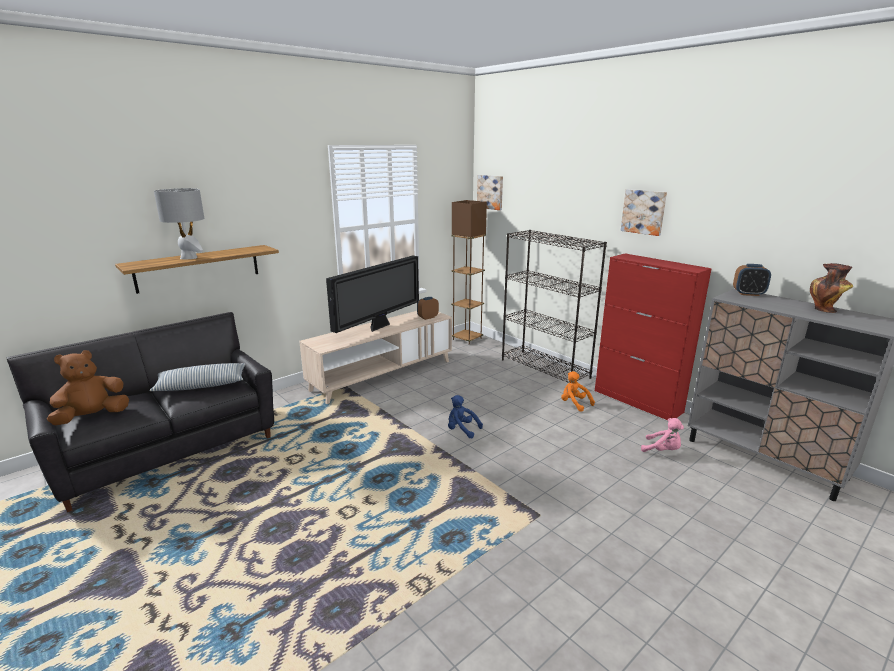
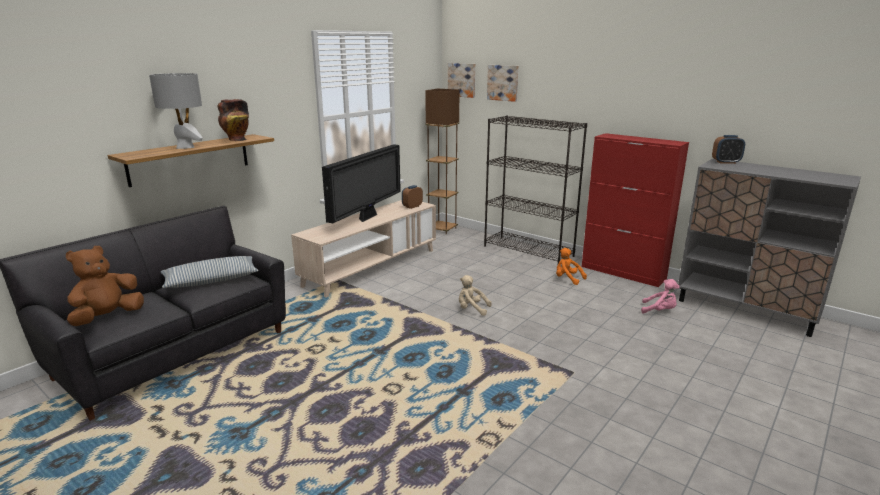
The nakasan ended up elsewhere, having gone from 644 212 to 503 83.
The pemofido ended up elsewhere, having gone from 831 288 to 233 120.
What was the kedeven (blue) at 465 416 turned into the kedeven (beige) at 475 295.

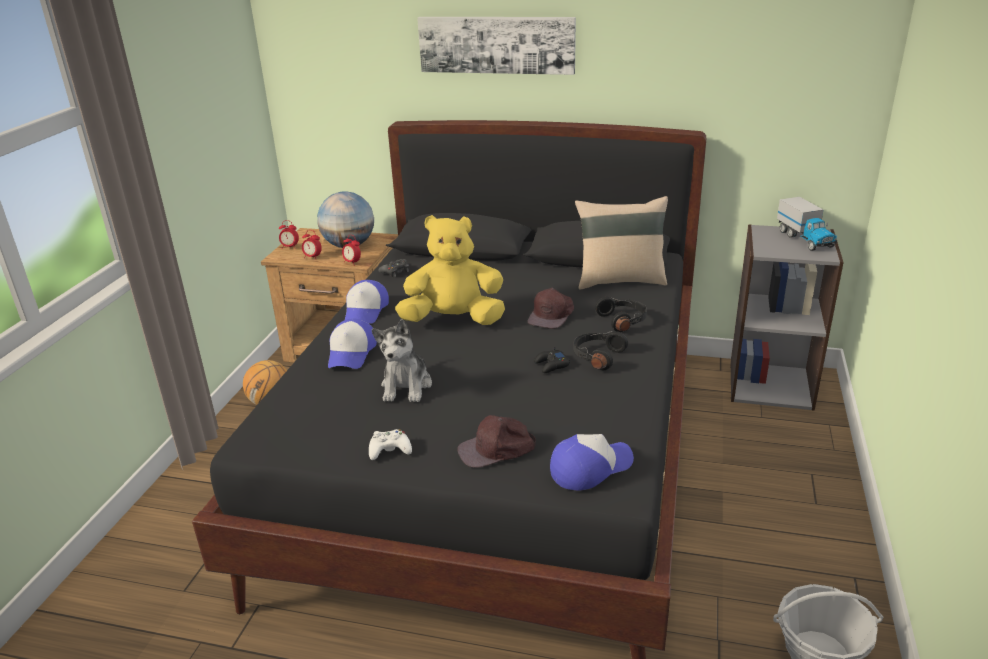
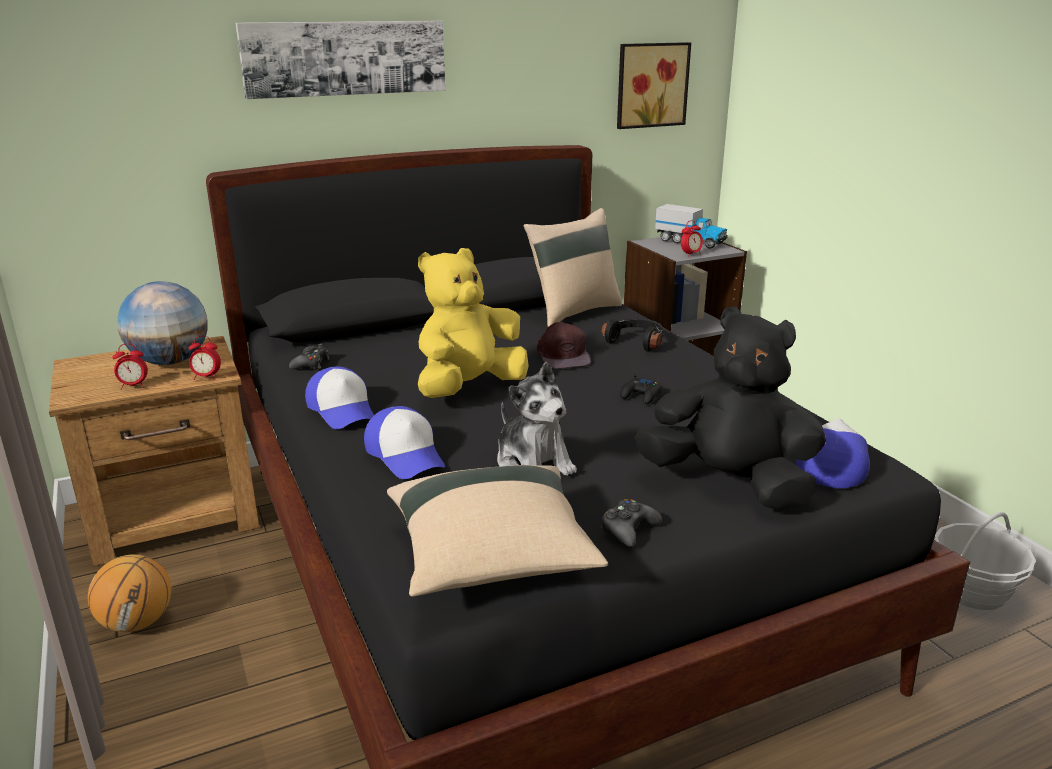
The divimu ended up elsewhere, having gone from 289 234 to 692 239.
The second view lost the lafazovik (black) at 600 350.
Where the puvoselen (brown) stood at 496 441, the kedeven (black) came to stand at 730 408.
What was the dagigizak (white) at 390 444 turned into the dagigizak (black) at 631 523.
The second view gained the nakasan at 654 85.
The second view gained the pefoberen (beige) at 497 531.

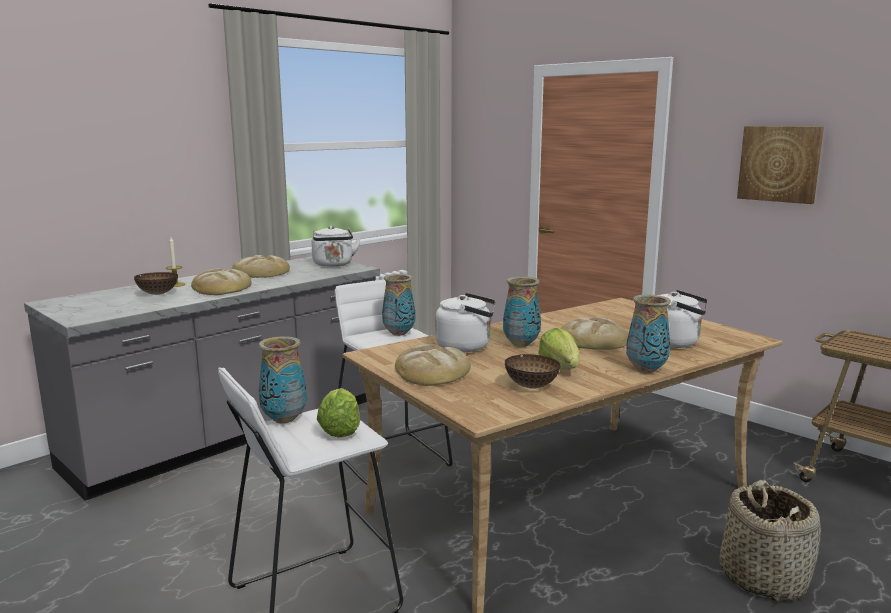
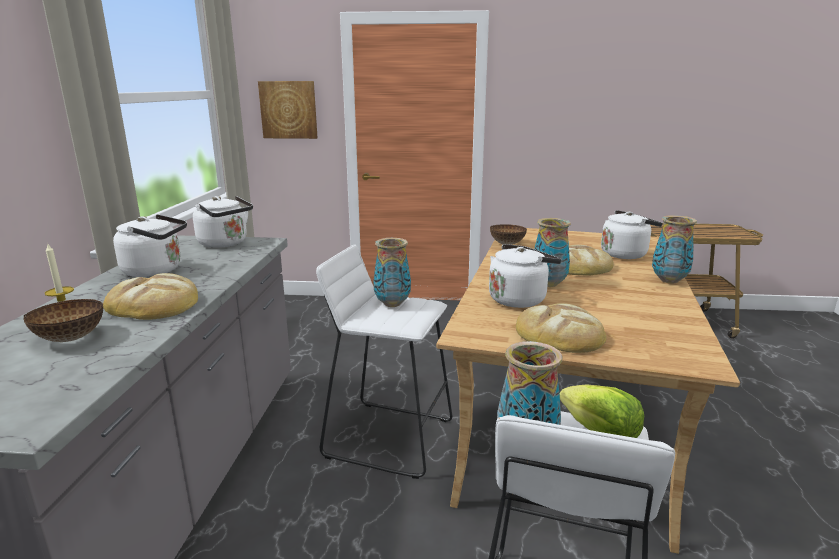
The nakasan ended up elsewhere, having gone from 780 165 to 288 110.
Where the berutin stood at 261 266, the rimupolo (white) came to stand at 150 245.
The second view lost the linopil at 559 349.
The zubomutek ended up elsewhere, having gone from 533 371 to 508 234.
The second view lost the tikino at 770 541.

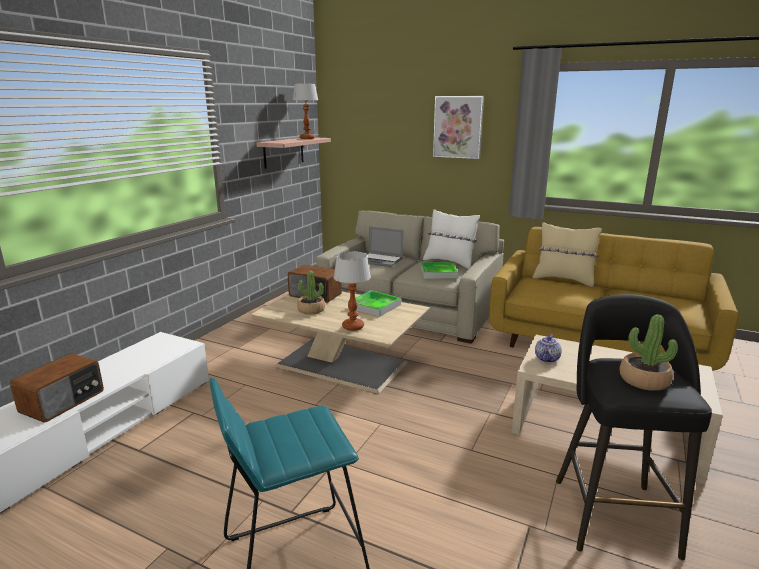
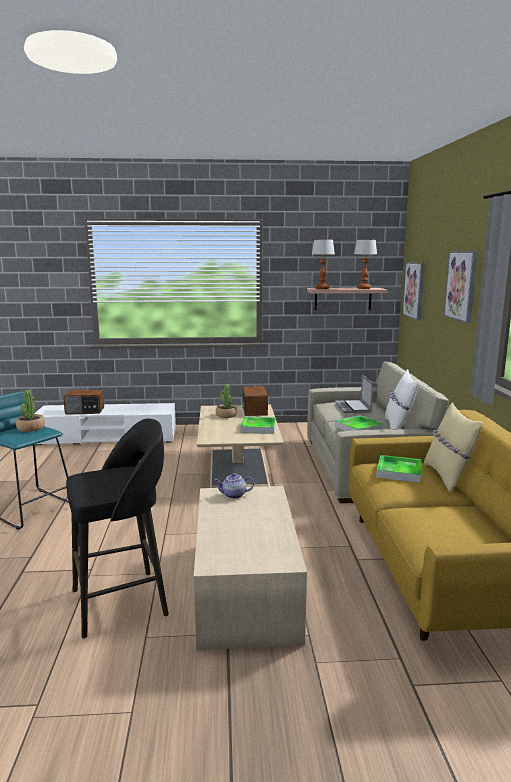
The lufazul ended up elsewhere, having gone from 352 291 to 323 264.
The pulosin ended up elsewhere, having gone from 649 352 to 30 411.
The second view gained the nakasan at 413 291.
The second view gained the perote at 399 469.

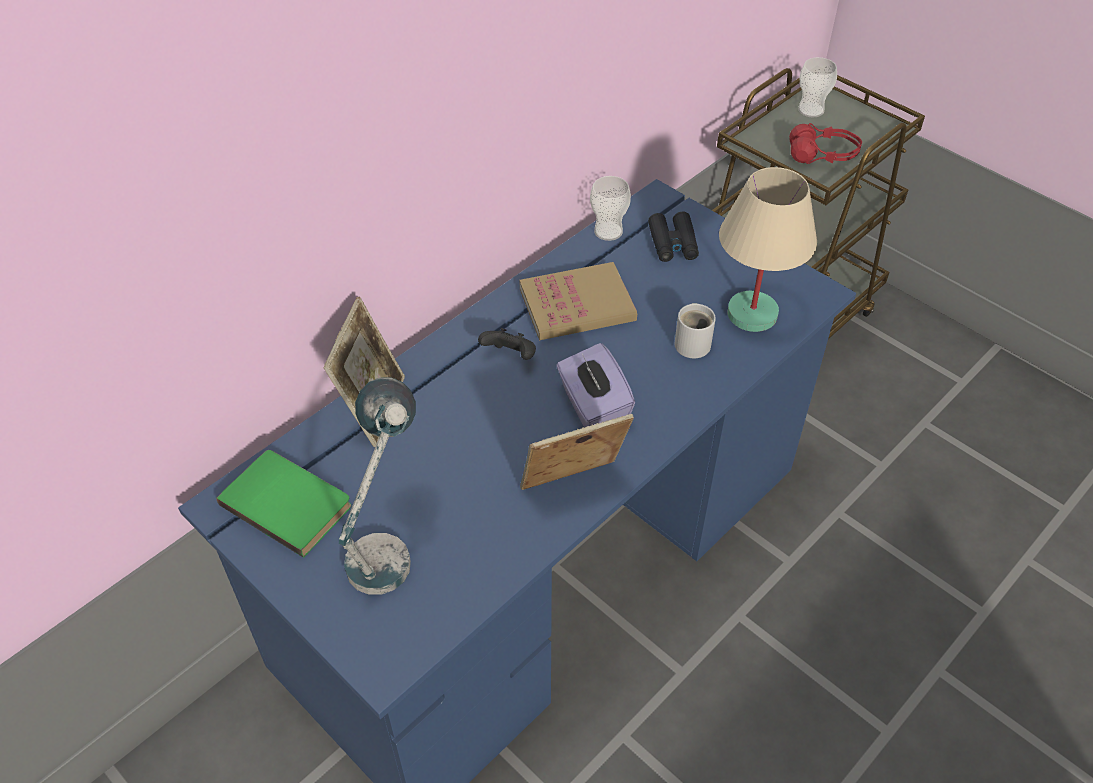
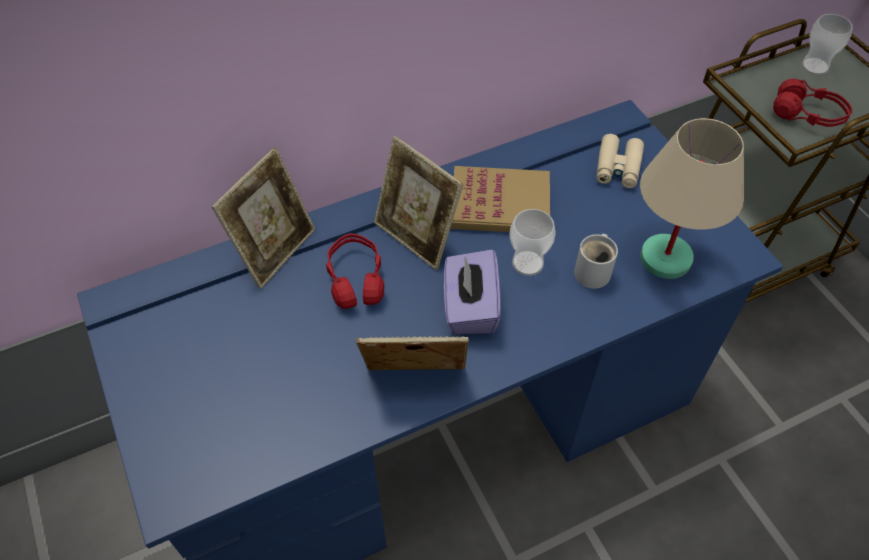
The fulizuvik ended up elsewhere, having gone from 610 208 to 533 242.
What was the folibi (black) at 673 237 turned into the folibi (beige) at 620 161.
Where the dagigizak (black) stood at 507 344, the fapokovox came to stand at 419 203.
The second view lost the lufazul at 377 486.
The second view lost the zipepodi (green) at 283 504.
The second view gained the lafazovik (red) at 355 271.

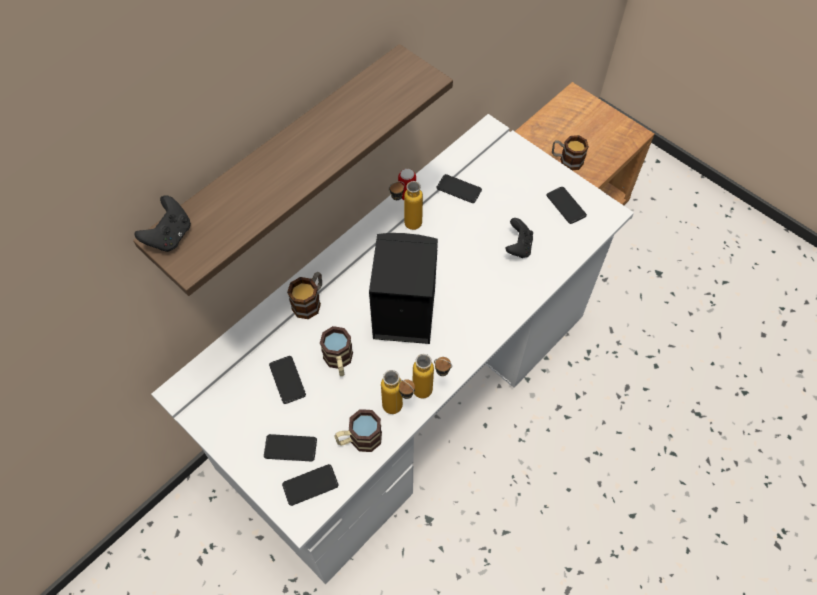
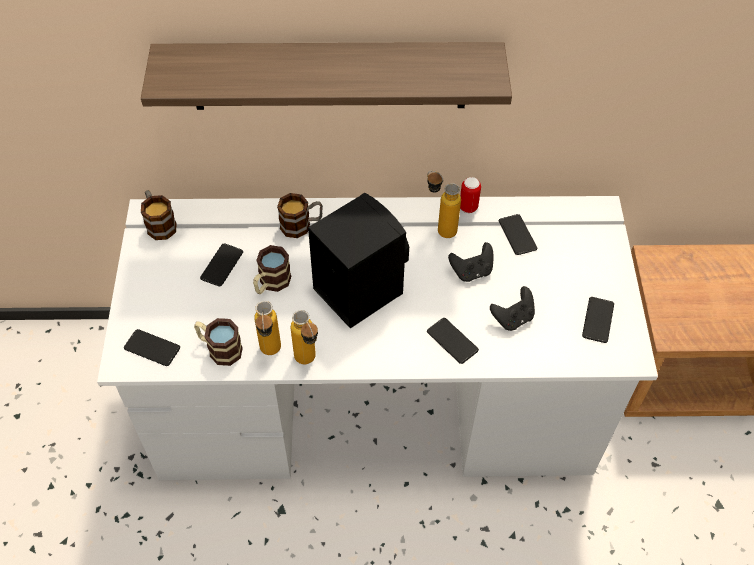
The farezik ended up elsewhere, having gone from 570 152 to 159 215.
The dagigizak (black) ended up elsewhere, having gone from 163 223 to 470 262.
The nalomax ended up elsewhere, having gone from 290 448 to 453 341.

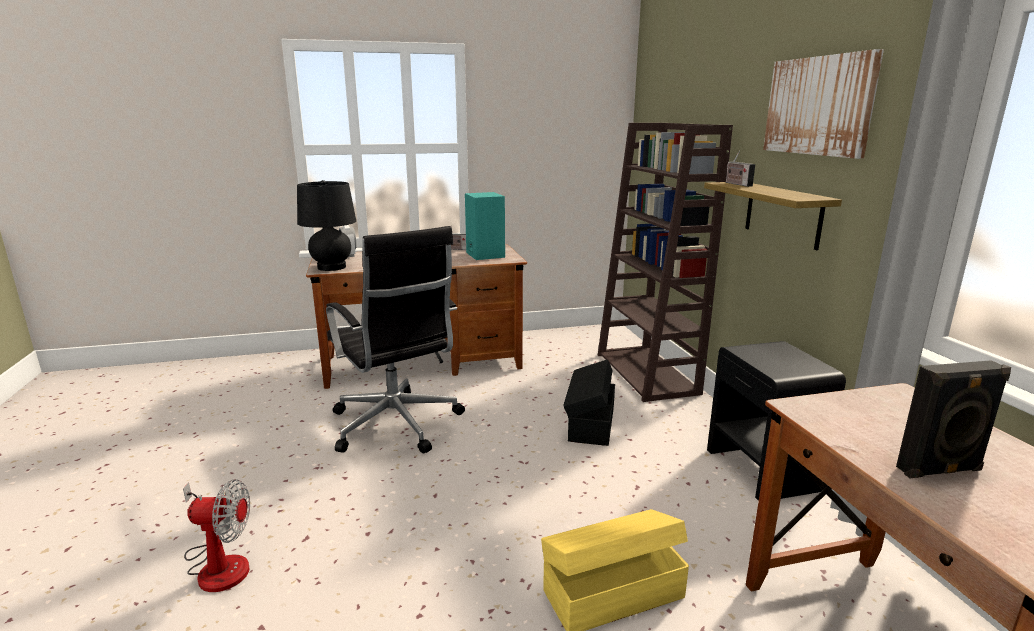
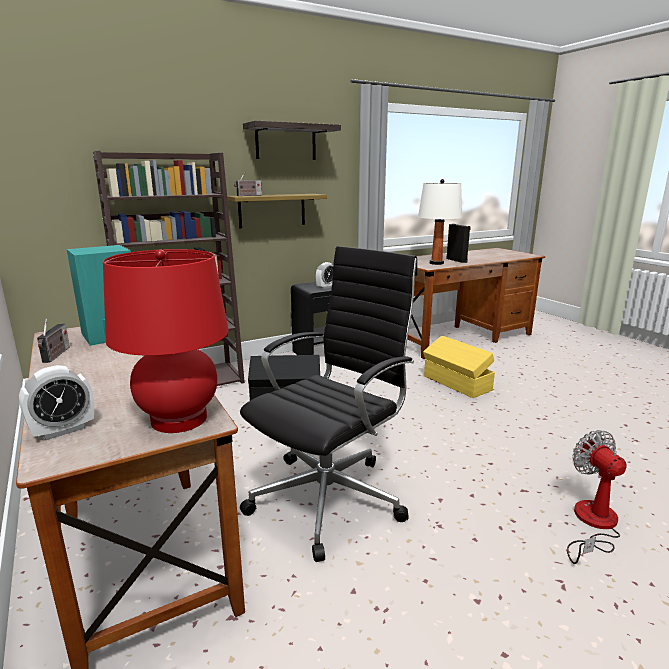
Where the nakasan hung at 823 104, the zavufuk came to hang at 292 140.
What was the lufazul (black) at 326 225 turned into the lufazul (red) at 166 341.
The second view gained the lufazul (white) at 440 222.
The second view gained the divimu at 324 275.

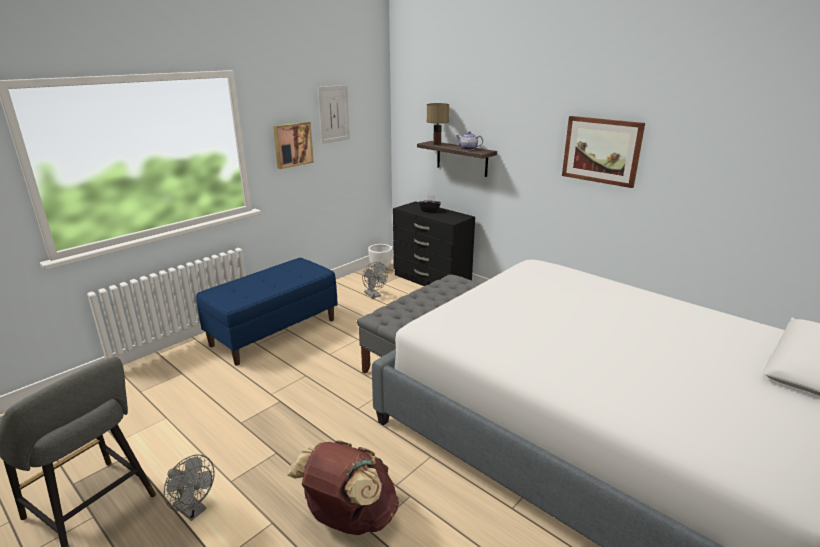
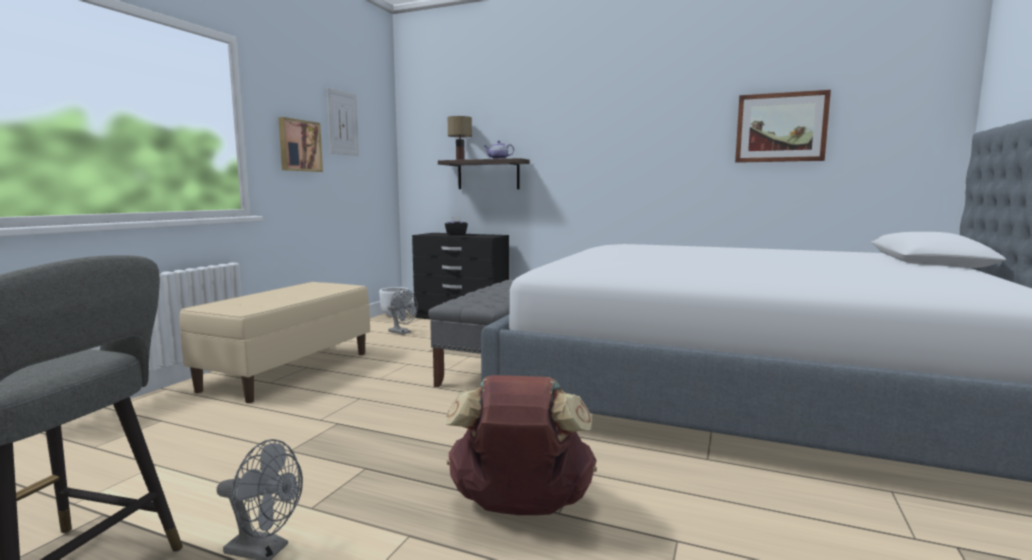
The nakasan ended up elsewhere, having gone from 603 152 to 783 126.
What was the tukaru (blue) at 267 312 turned into the tukaru (beige) at 274 342.

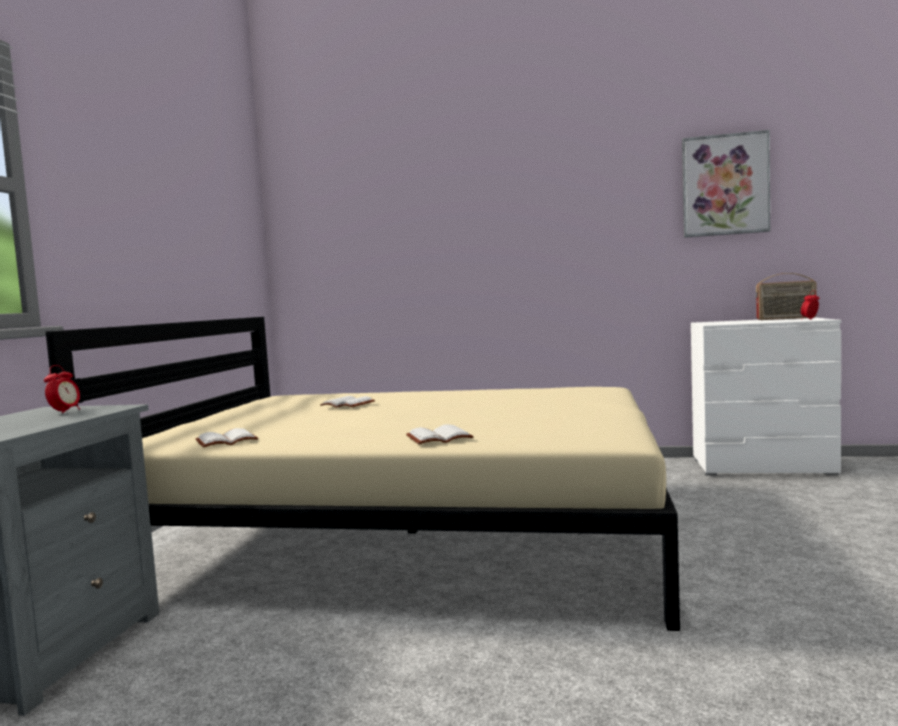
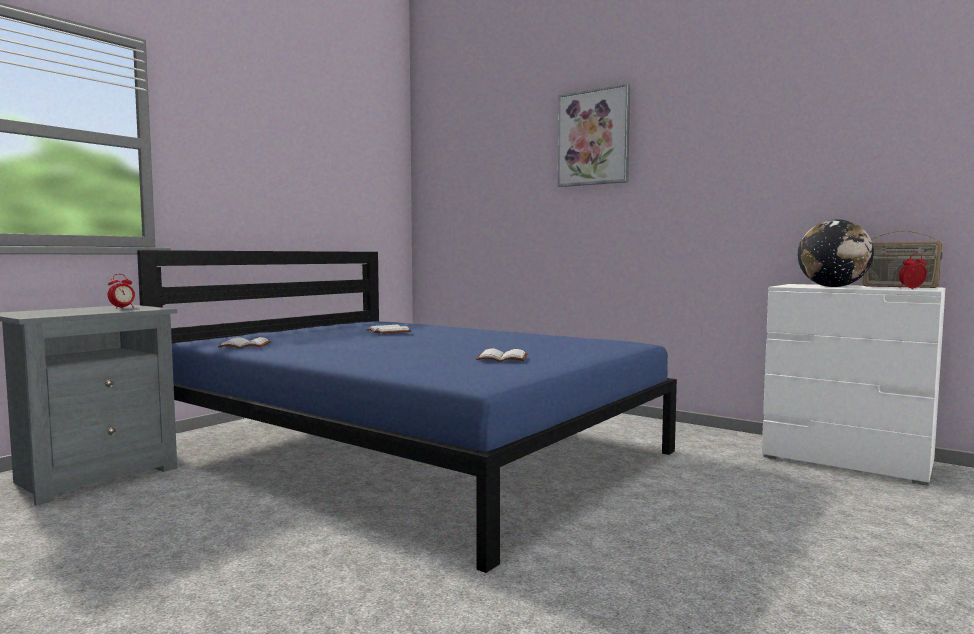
The nakasan ended up elsewhere, having gone from 726 184 to 594 135.
What was the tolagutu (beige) at 363 474 turned into the tolagutu (blue) at 407 411.
The zipepodi (white) ended up elsewhere, having gone from 439 434 to 502 355.
The second view gained the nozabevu at 836 253.

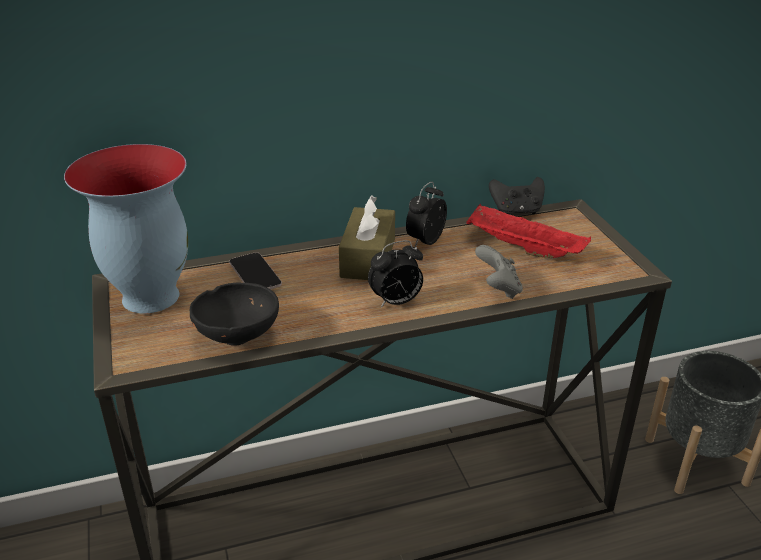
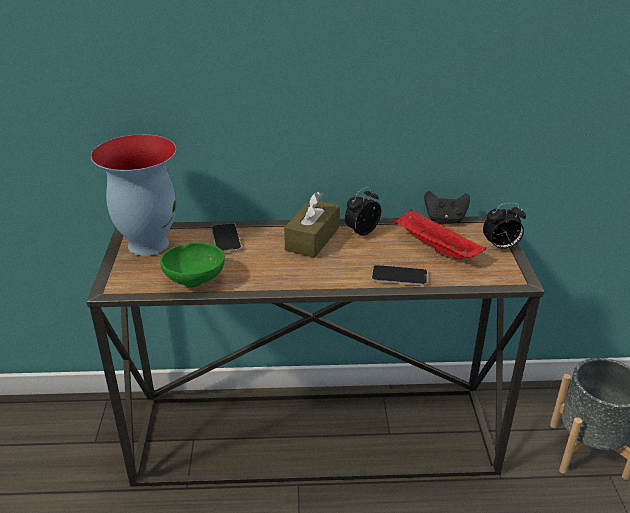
The divimu ended up elsewhere, having gone from 395 274 to 504 226.
Where the dagigizak (grey) stood at 499 272, the nalomax came to stand at 399 275.
What was the zubomutek (black) at 234 314 turned into the zubomutek (green) at 192 264.

